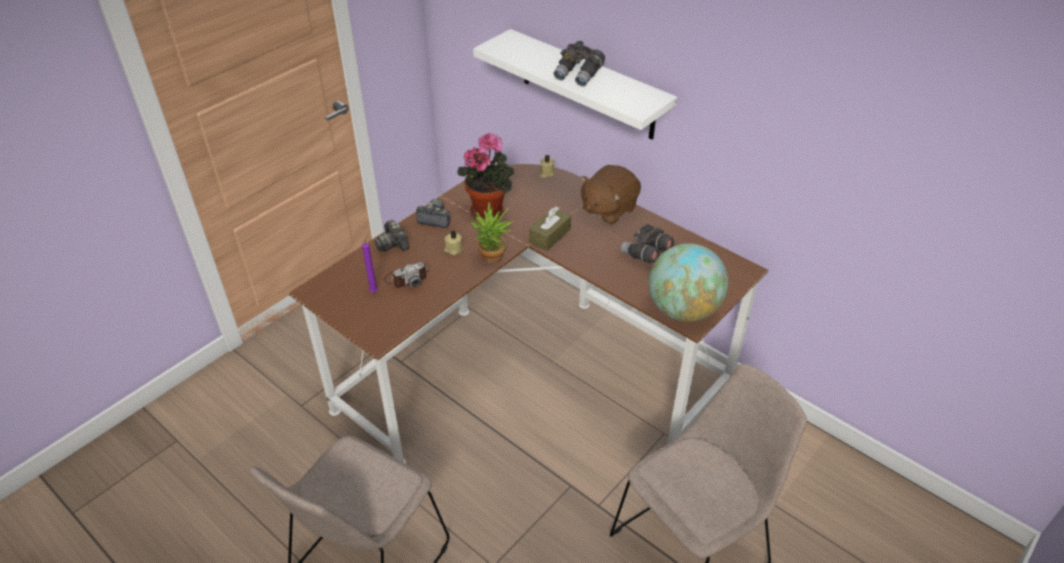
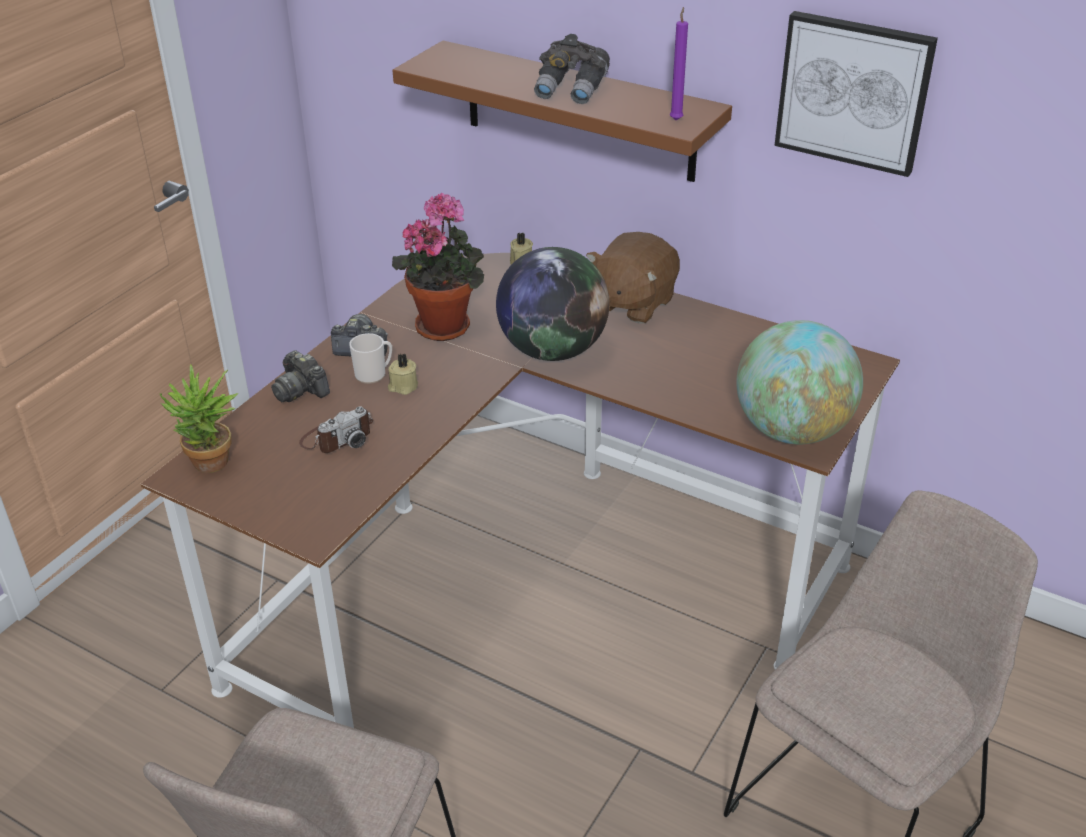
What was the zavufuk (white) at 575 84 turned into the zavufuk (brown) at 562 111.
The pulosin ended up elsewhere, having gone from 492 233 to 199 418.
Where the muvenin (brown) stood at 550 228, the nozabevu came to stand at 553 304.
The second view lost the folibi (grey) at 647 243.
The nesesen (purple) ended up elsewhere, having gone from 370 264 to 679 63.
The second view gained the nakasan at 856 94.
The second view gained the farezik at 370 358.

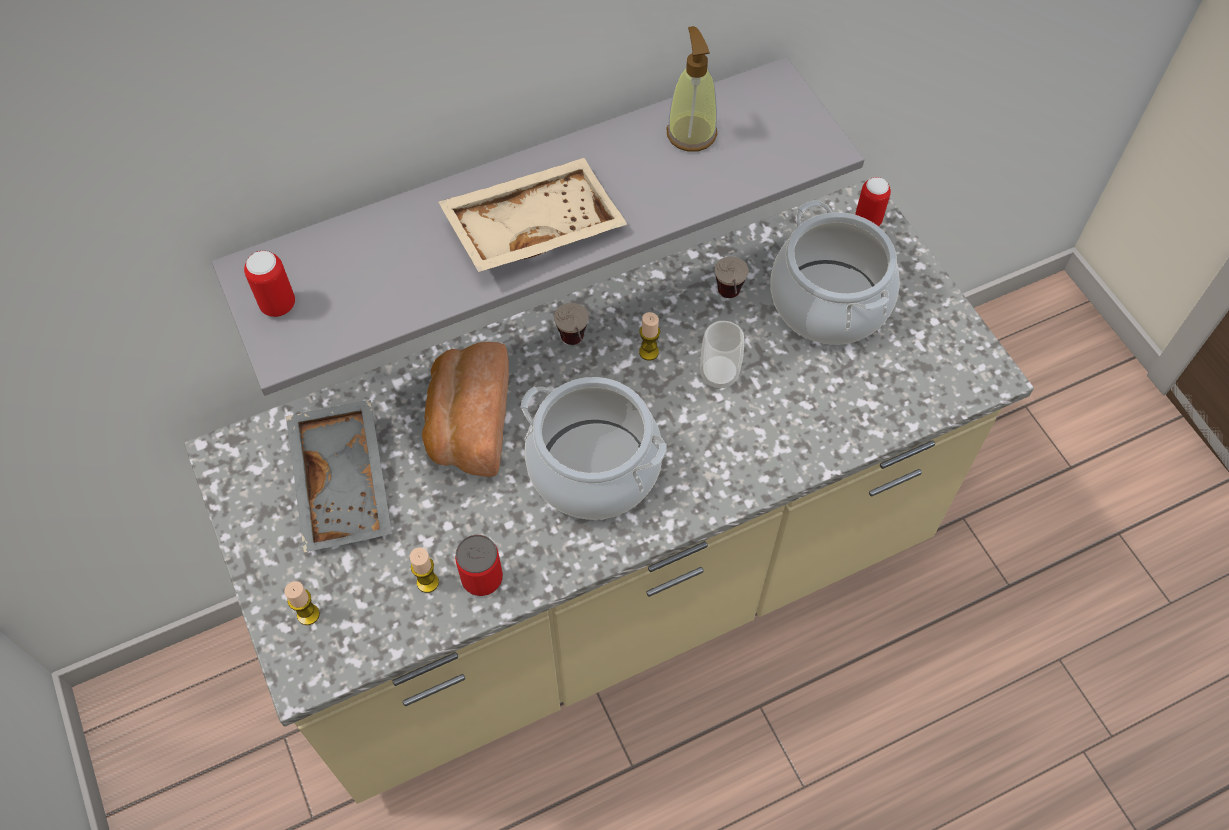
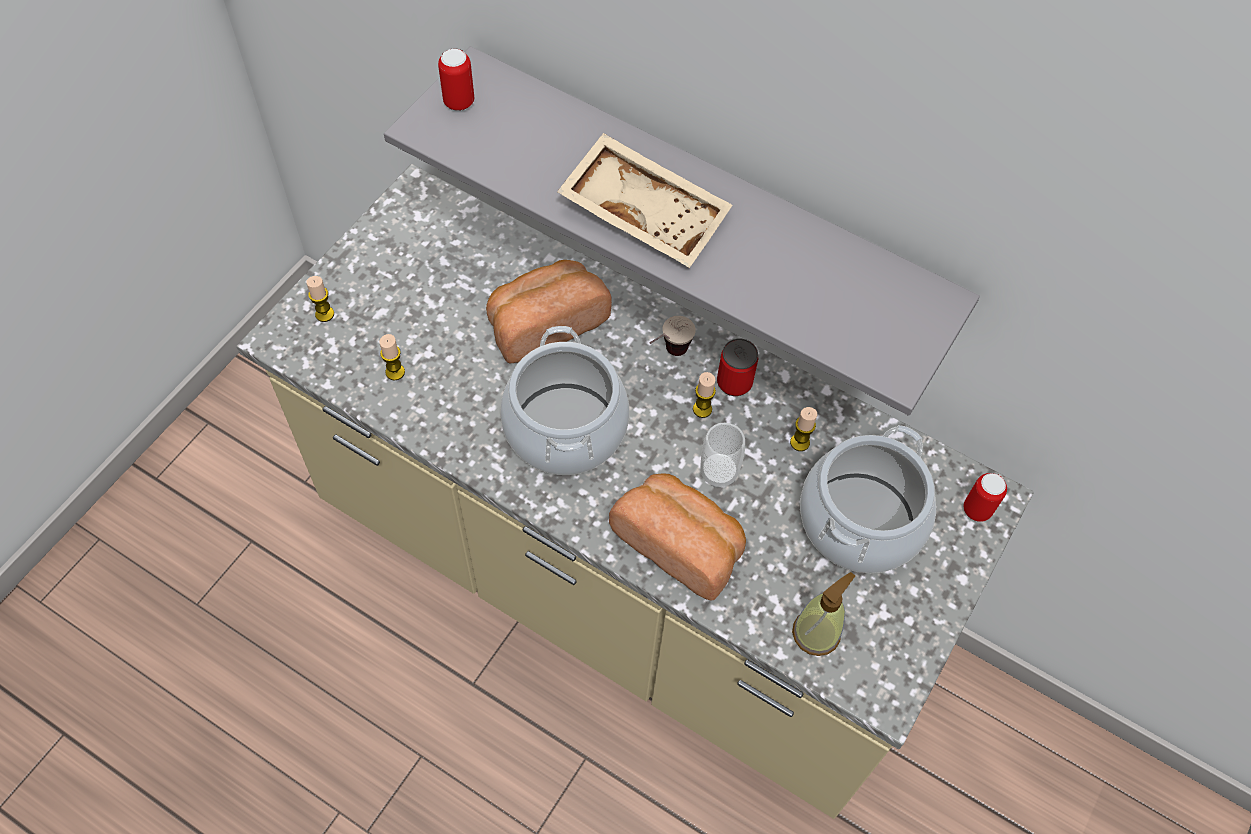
The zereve ended up elsewhere, having gone from 692 89 to 823 614.
Where the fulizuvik stood at 732 277, the nesesen came to stand at 803 429.
The second view lost the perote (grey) at 339 476.
The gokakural ended up elsewhere, having gone from 479 565 to 737 367.
The second view gained the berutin at 677 537.

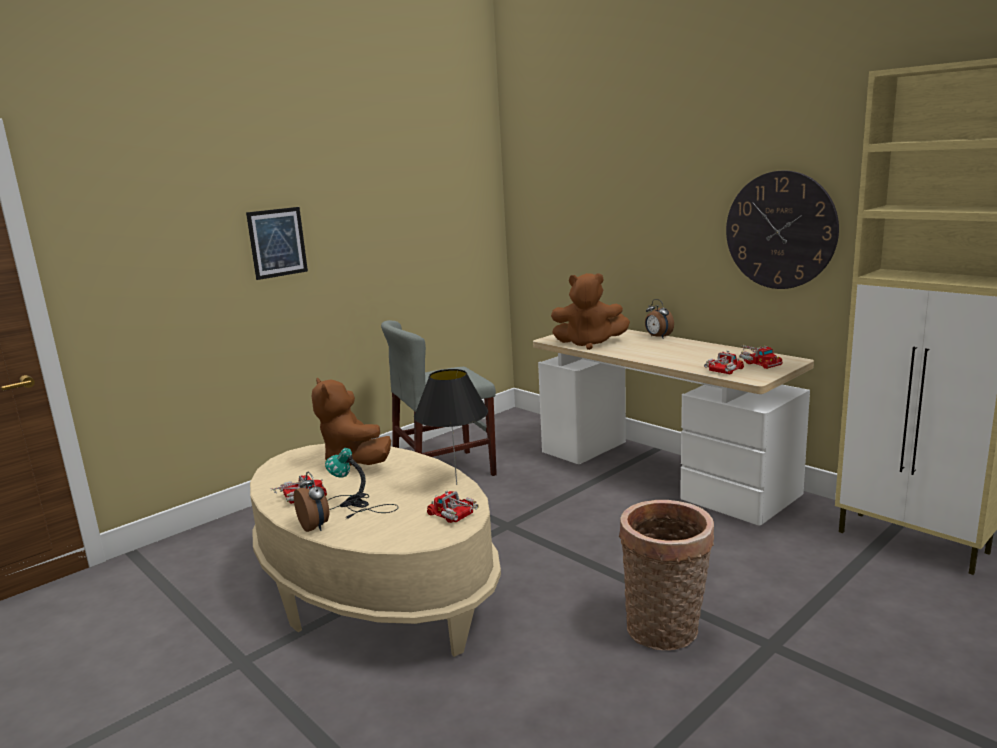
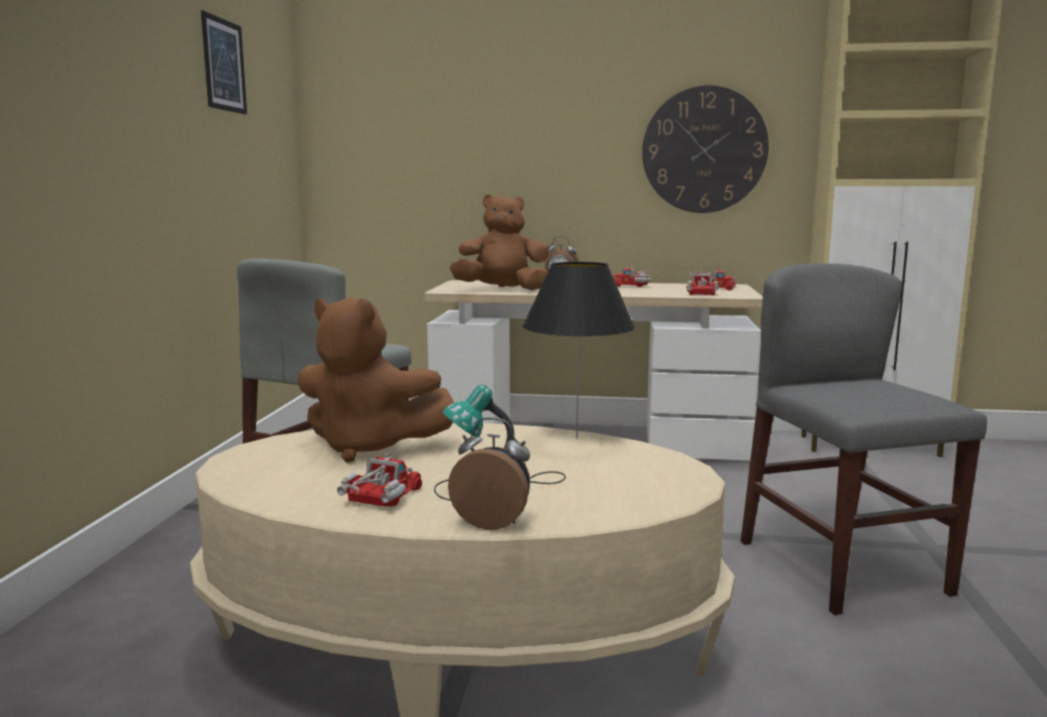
The nakasan ended up elsewhere, having gone from 277 243 to 224 62.
The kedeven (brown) at 590 311 ended up facing another way, 150 degrees counterclockwise from before.
The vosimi ended up elsewhere, having gone from 453 507 to 636 276.
Where the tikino stood at 666 575, the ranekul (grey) came to stand at 864 439.

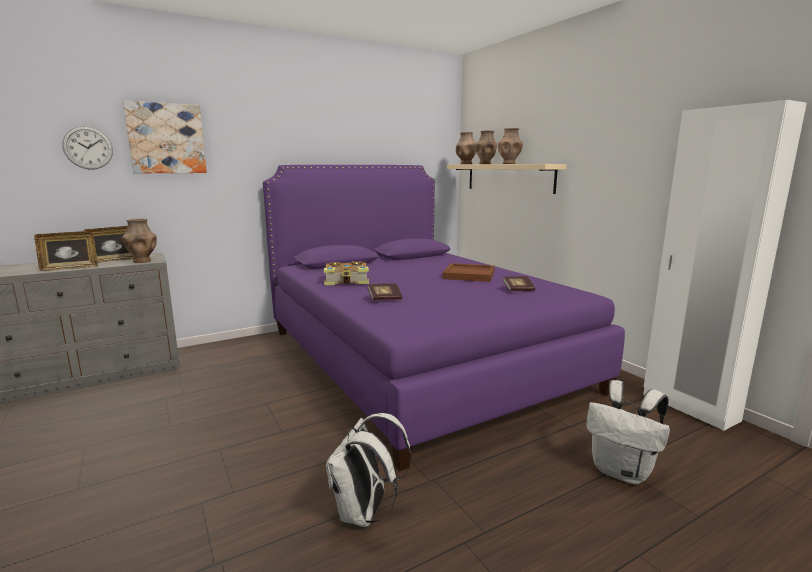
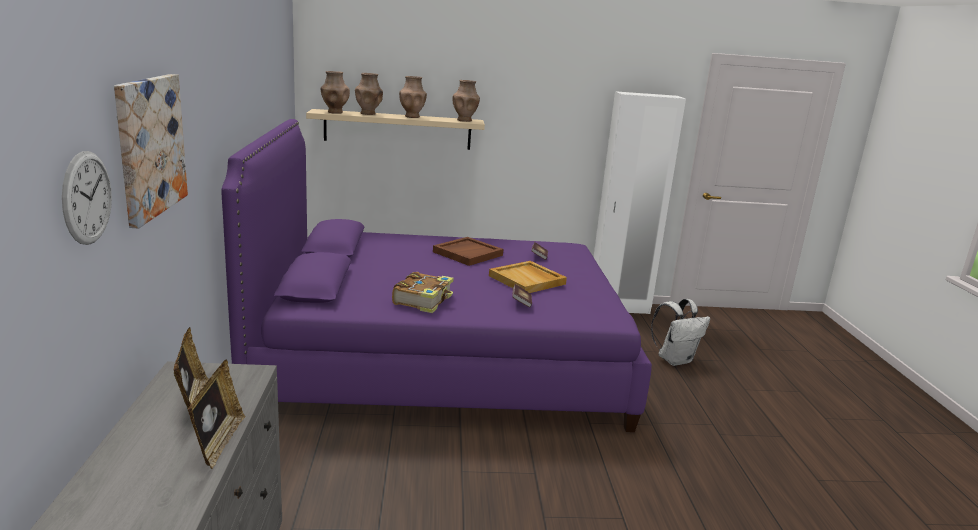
The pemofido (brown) ended up elsewhere, having gone from 139 240 to 466 101.
The second view lost the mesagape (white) at 369 470.
The second view gained the perote (beige) at 528 277.

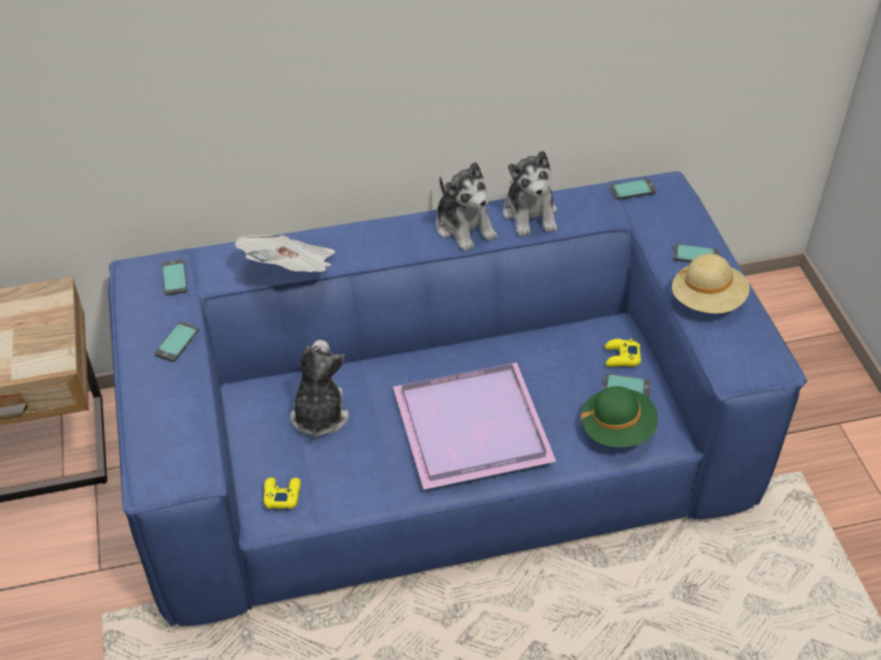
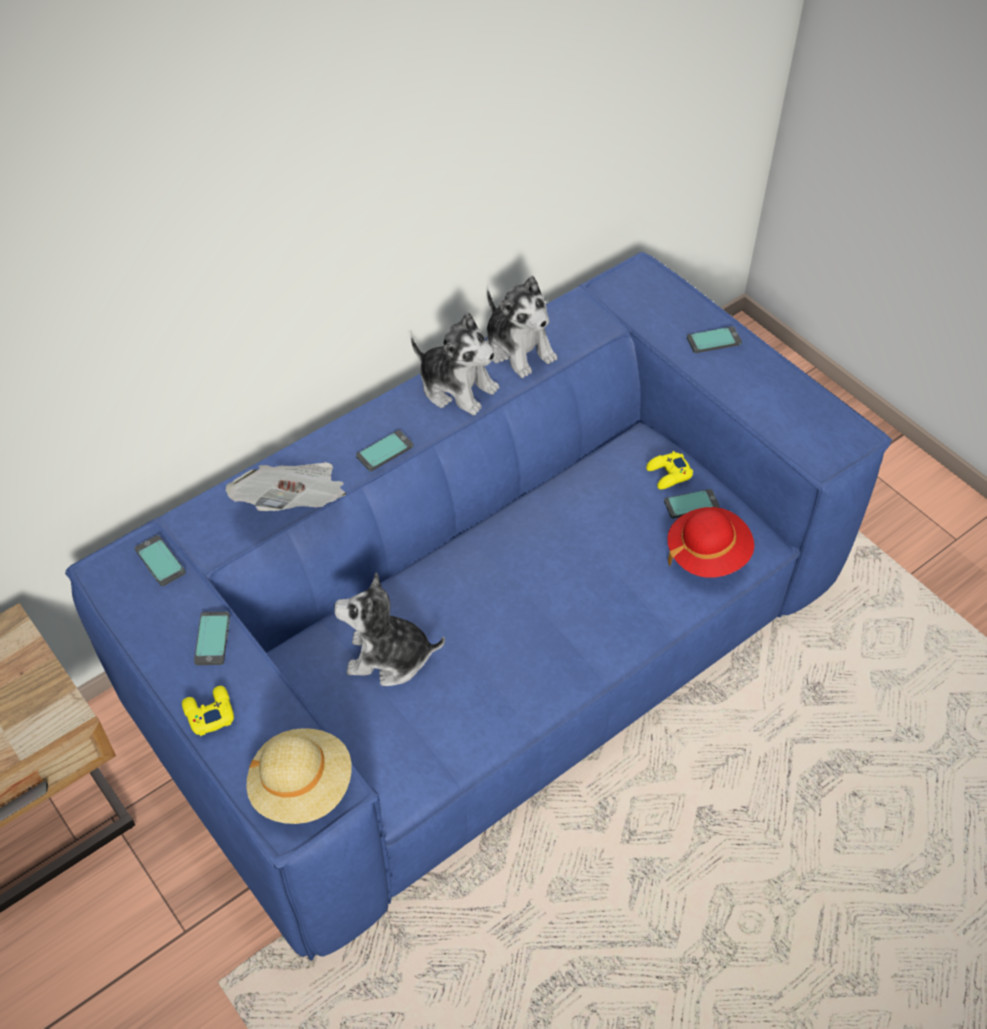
The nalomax ended up elsewhere, having gone from 633 189 to 385 450.
The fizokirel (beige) ended up elsewhere, having gone from 711 284 to 299 776.
The kedeven at 320 388 ended up facing another way, 60 degrees counterclockwise from before.
The second view lost the perote (purple) at 474 426.
What was the fizokirel (green) at 618 416 turned into the fizokirel (red) at 710 542.
The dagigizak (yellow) ended up elsewhere, having gone from 282 493 to 208 711.

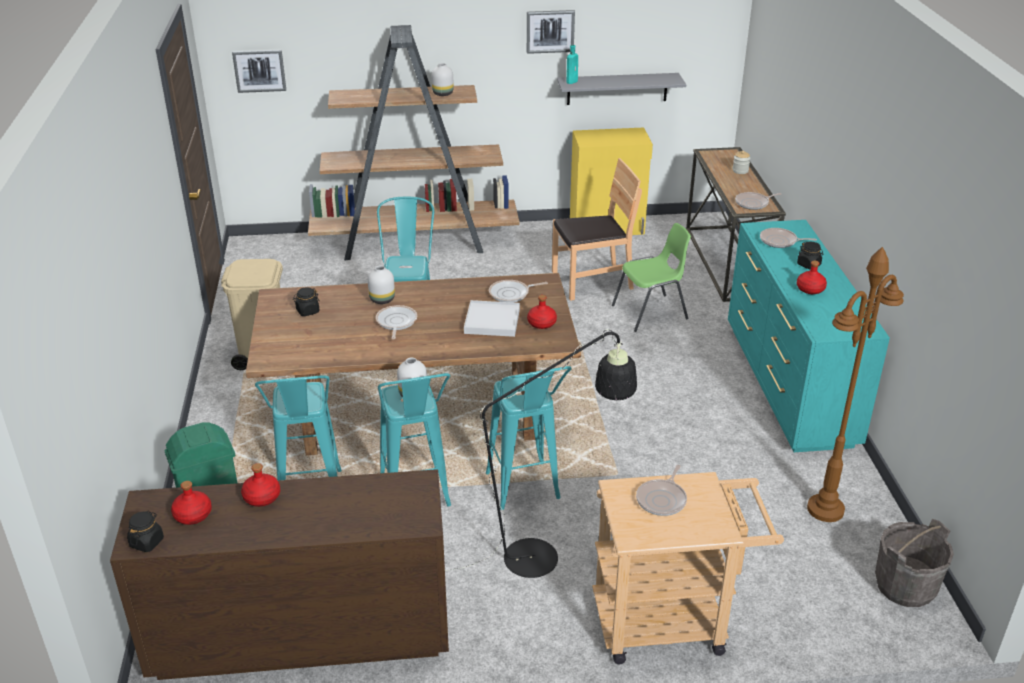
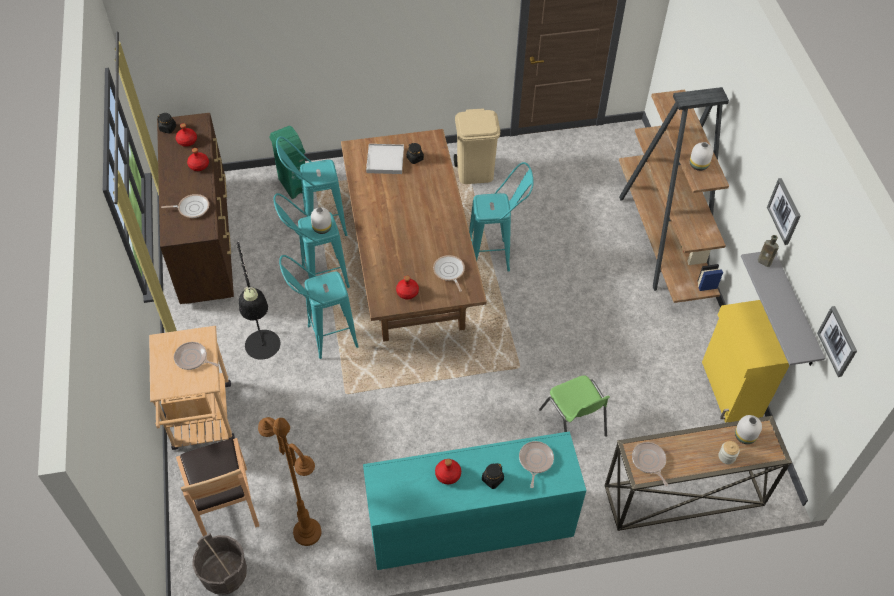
What was the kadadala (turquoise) at 572 64 turned into the kadadala (brown) at 768 251.
The nakasan ended up elsewhere, having gone from 259 71 to 837 341.
The ranekul (brown) ended up elsewhere, having gone from 597 229 to 217 487.
The pemofido (white) ended up elsewhere, having gone from 381 285 to 748 429.
The perote (white) ended up elsewhere, having gone from 492 318 to 385 159.
The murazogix ended up elsewhere, having gone from 396 322 to 185 206.

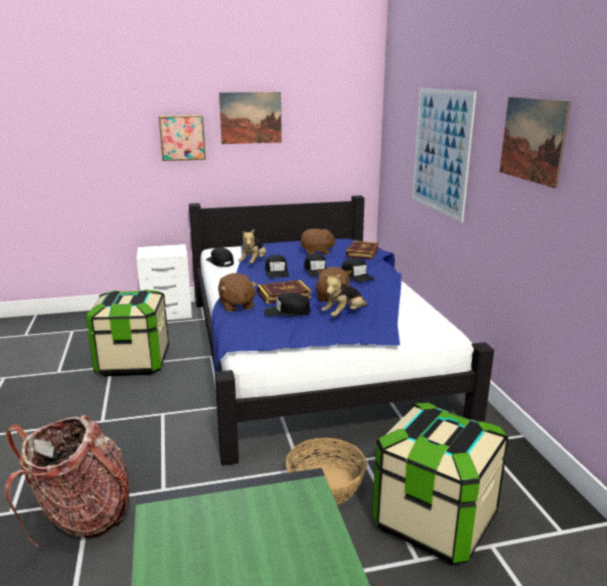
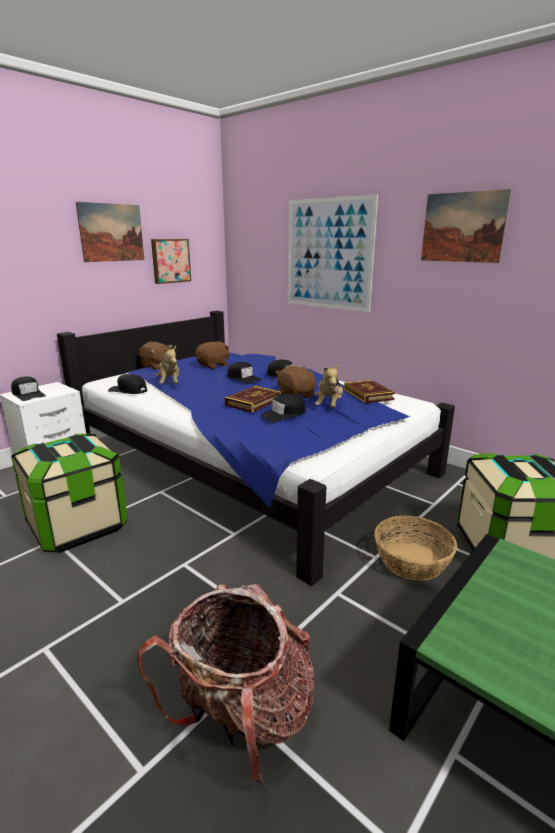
The nakasan ended up elsewhere, having gone from 182 138 to 171 261.
The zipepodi ended up elsewhere, having gone from 362 250 to 369 392.
The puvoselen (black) ended up elsewhere, having gone from 277 266 to 28 388.
The kedeven (brown) ended up elsewhere, having gone from 237 292 to 156 356.

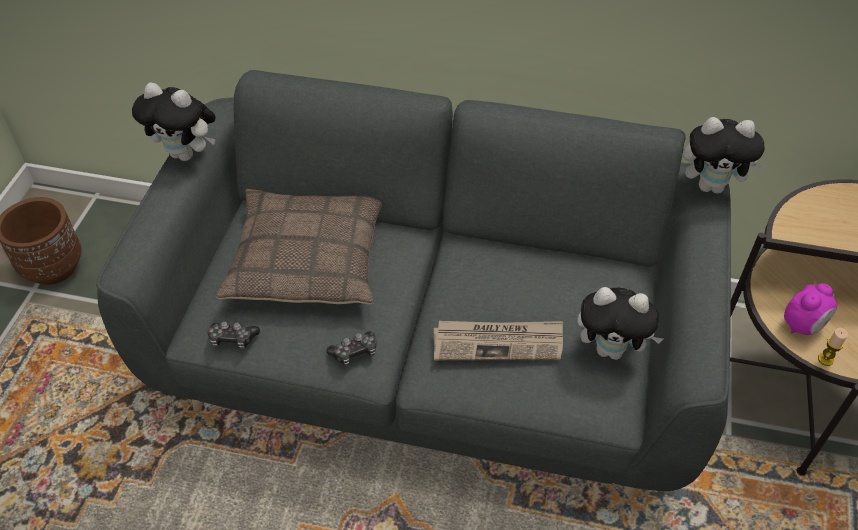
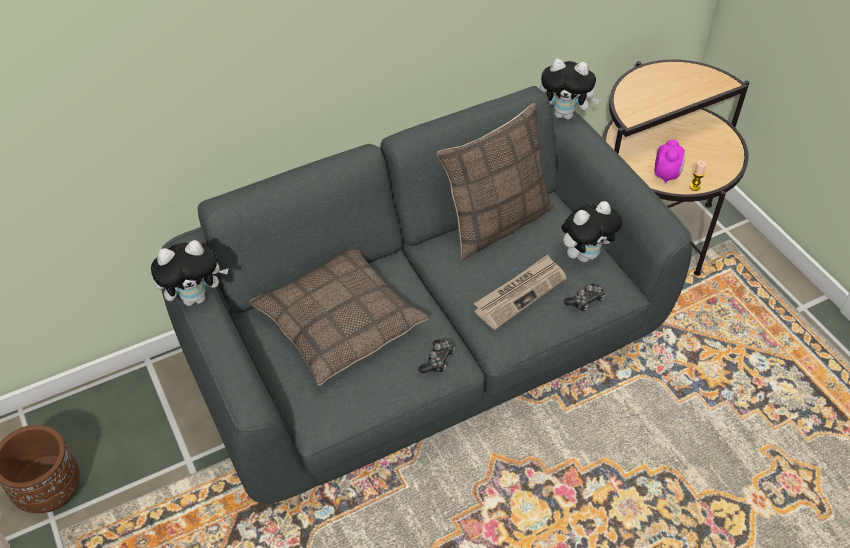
The kedeven at 724 155 ended up facing another way, 45 degrees clockwise from before.
The dagigizak ended up elsewhere, having gone from 234 335 to 584 297.
The second view gained the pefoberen at 495 181.

